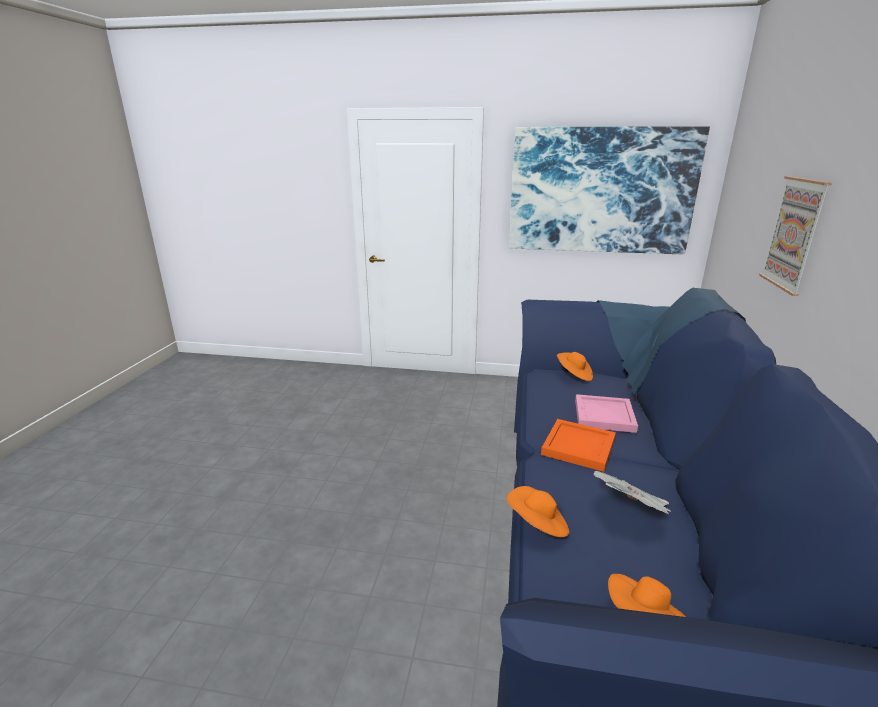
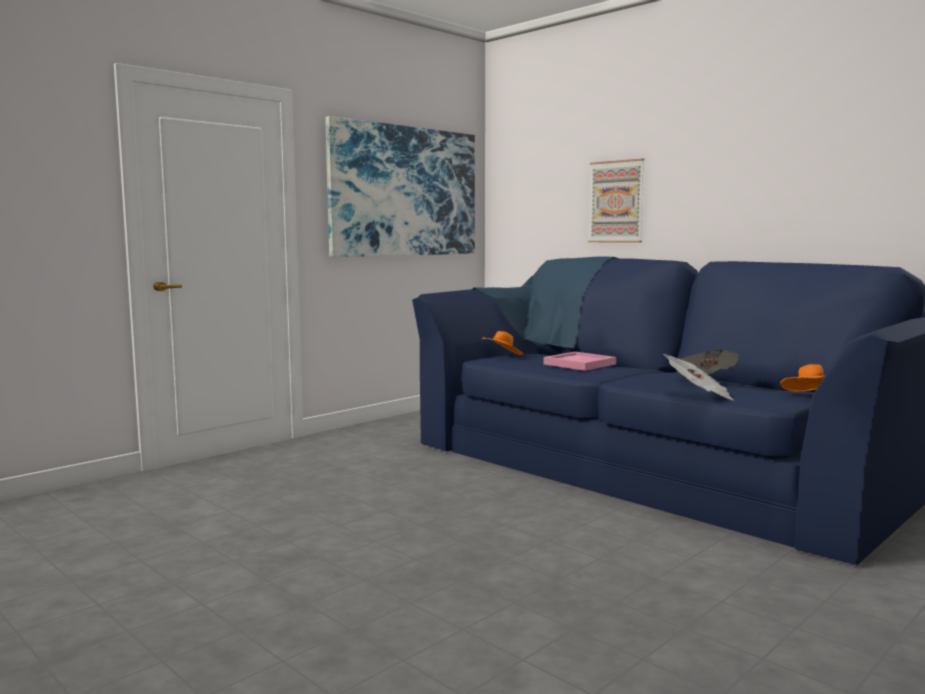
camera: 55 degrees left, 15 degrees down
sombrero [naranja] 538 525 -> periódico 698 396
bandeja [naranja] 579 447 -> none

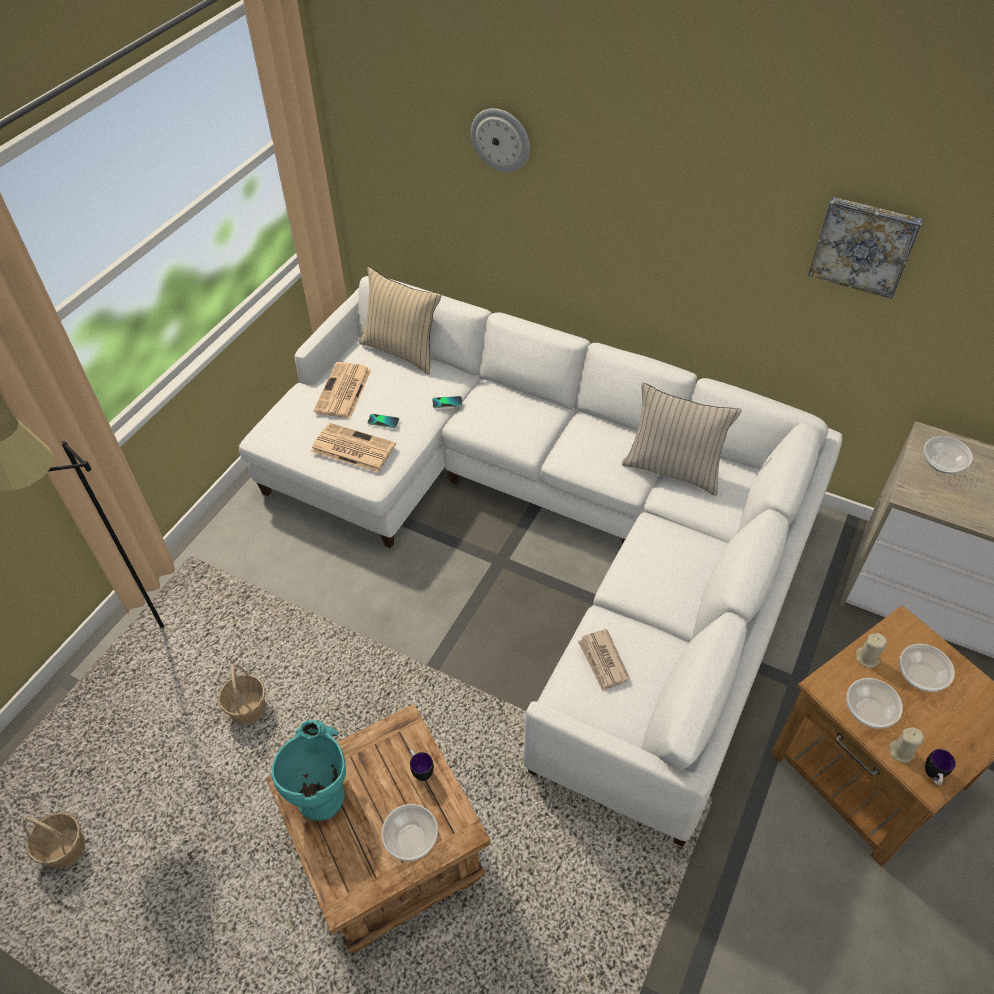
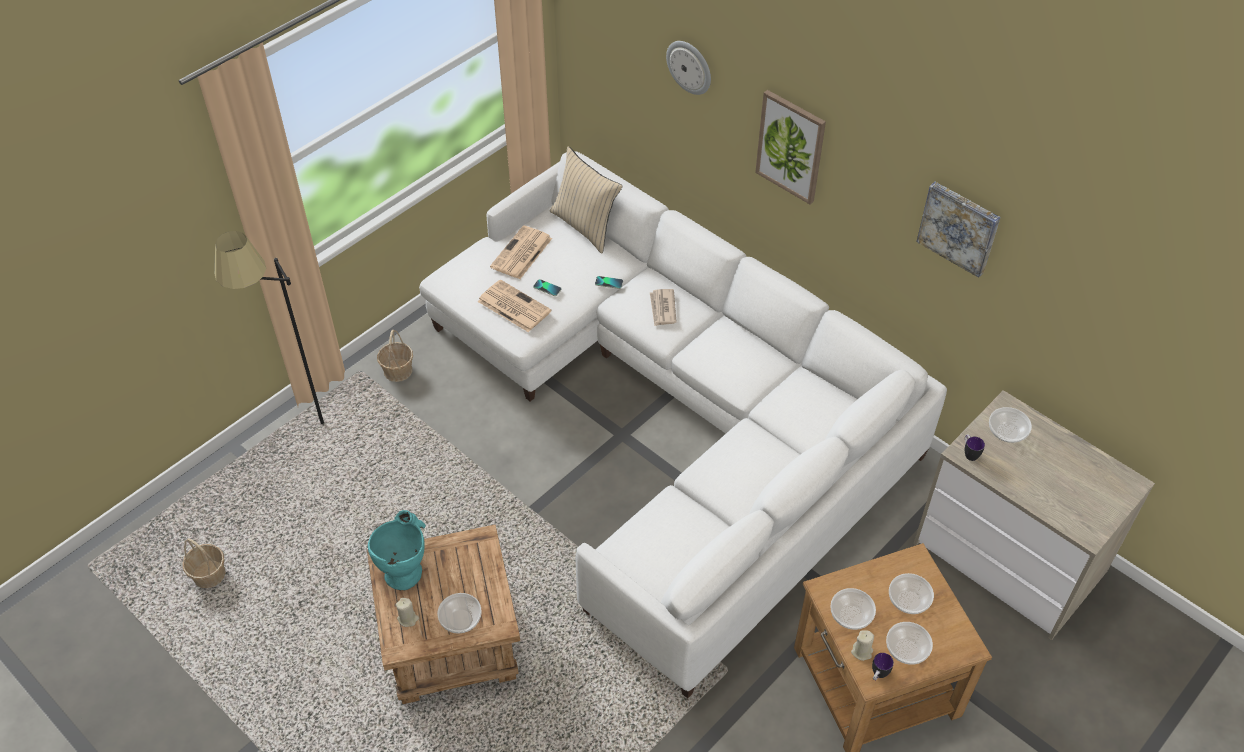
camera: 15 degrees right, 0 degrees up
cesta 248 709 -> cesta 397 371, moved
taza grande 420 770 -> taza grande 969 453, moved
periódico 603 661 -> periódico 662 309, moved
cojín [beis] 673 469 -> none
vela [beis] 867 658 -> vela [beis] 408 619, moved
none -> cuadro 791 146
none -> cuenco 906 650

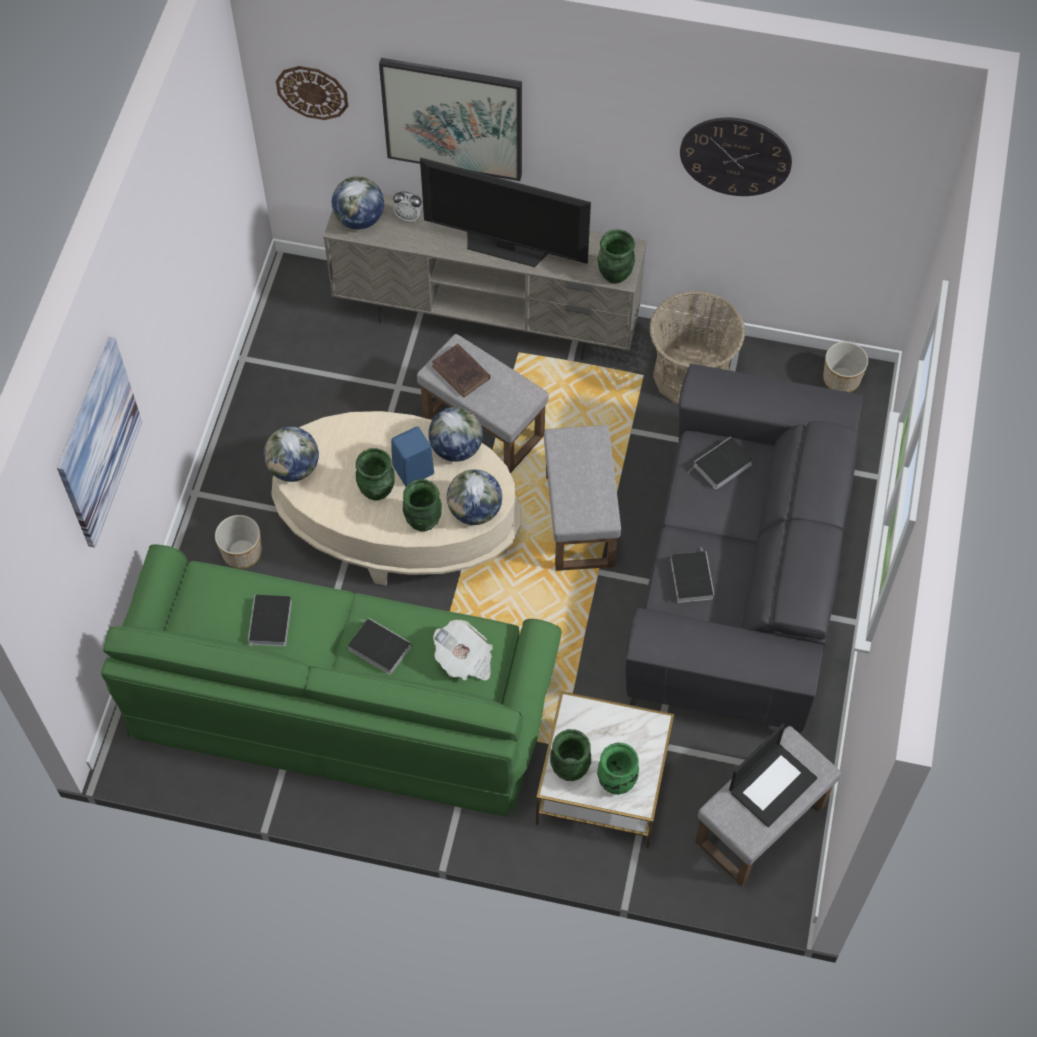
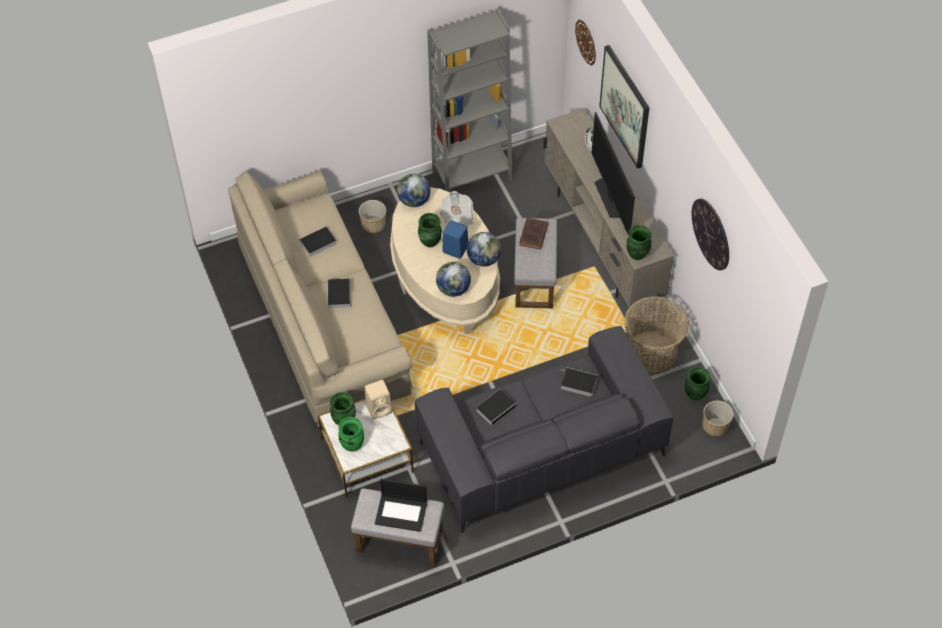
camera: 55 degrees right, 5 degrees down
cuadro 98 443 -> none
sofá [verde] 340 702 -> sofá [beis] 323 316
globo terráqueo 359 219 -> none
florero [verde] 422 521 -> florero [verde] 695 394, moved
periódico 465 659 -> periódico 457 218, moved
puf [gris] 581 520 -> none
none -> altavoz [beis] 379 408
none -> estantería [gris] 472 175

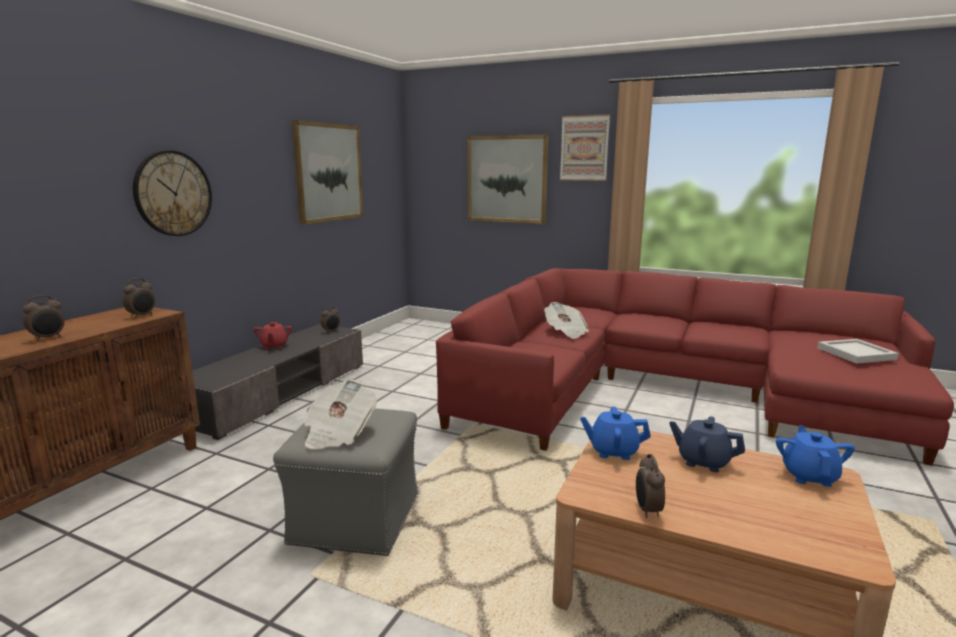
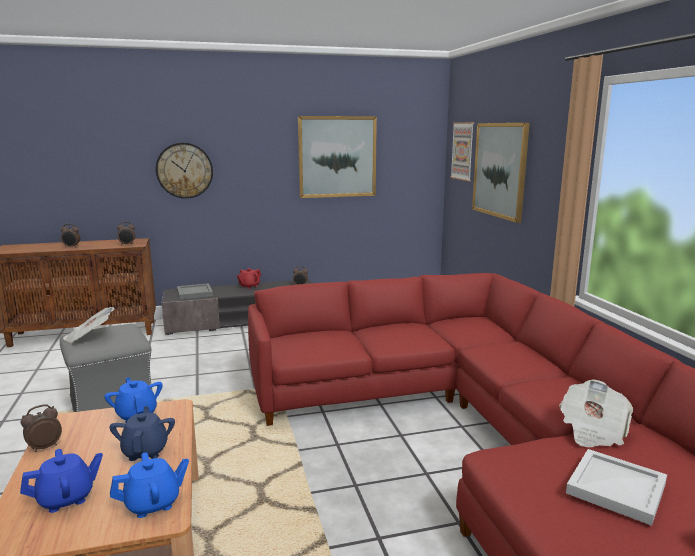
camera: 50 degrees right, 0 degrees up
periódico 566 332 -> periódico 592 431, moved
cuadro 584 148 -> cuadro 462 151, moved
none -> tetera [azul] 66 498
none -> bandeja [gris] 195 293

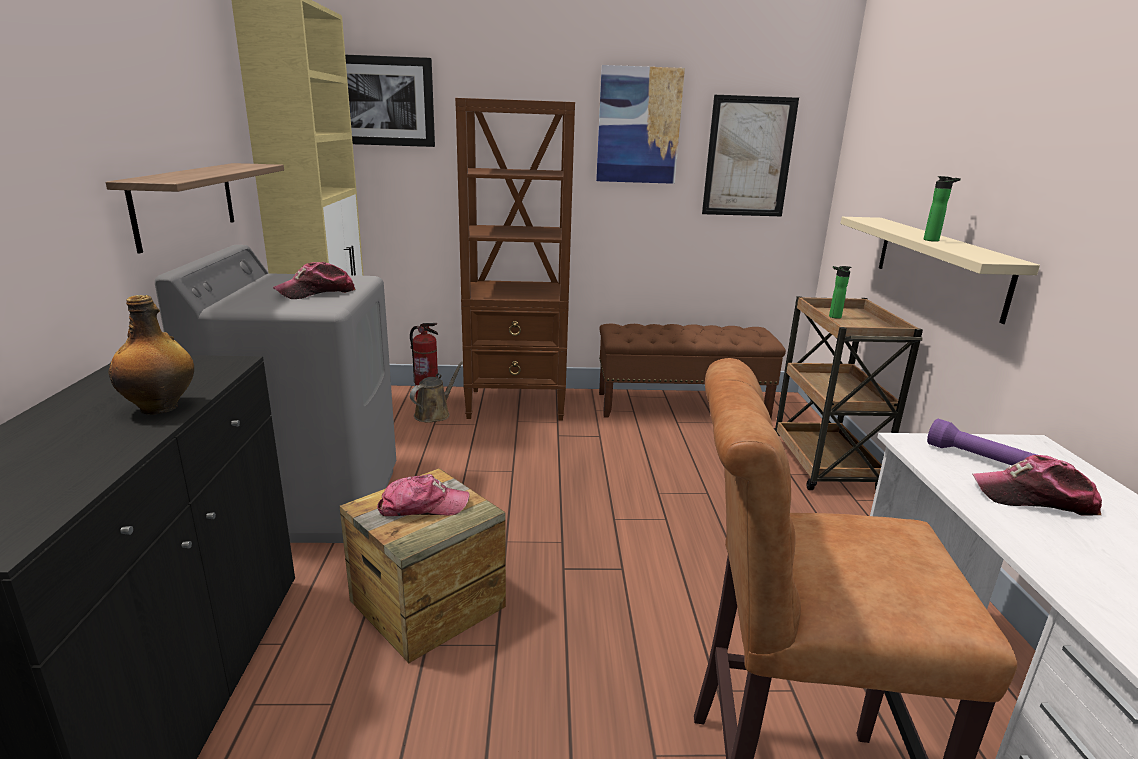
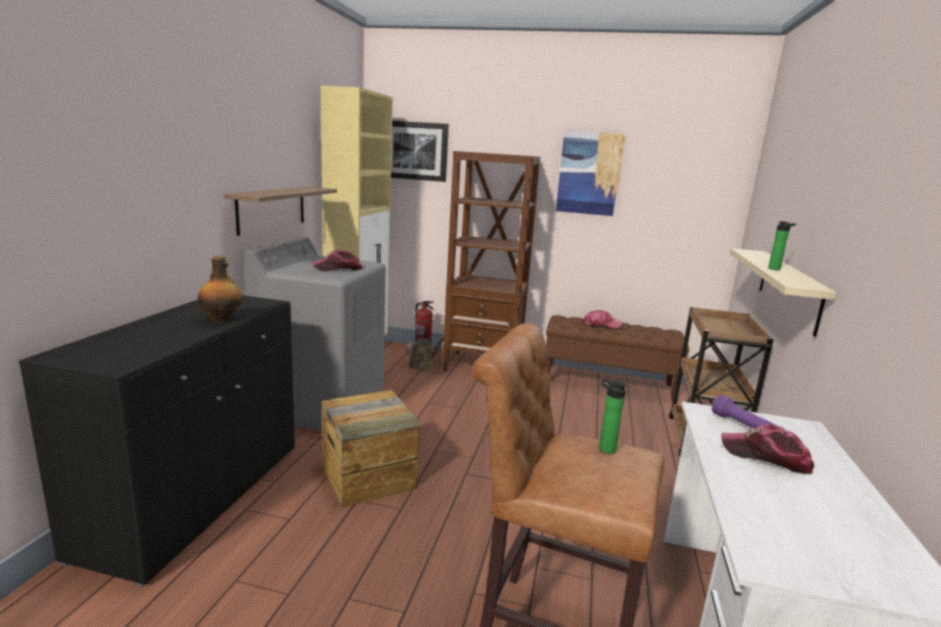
camera: 15 degrees right, 5 degrees down
gorra 423 506 -> gorra 601 324, moved
cuadro 748 157 -> none
botella 833 316 -> botella 604 448, moved

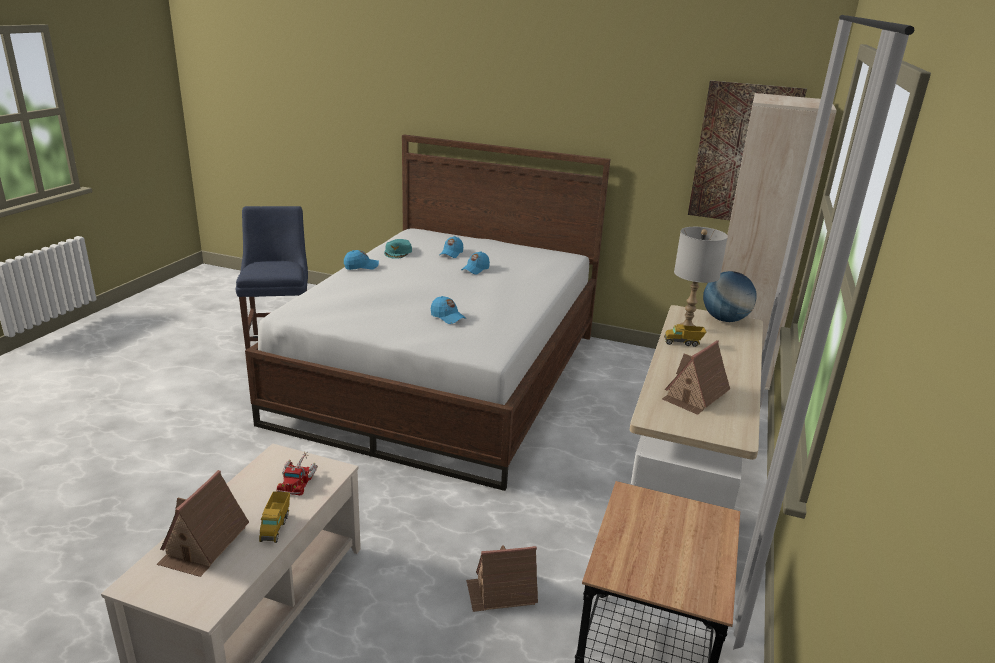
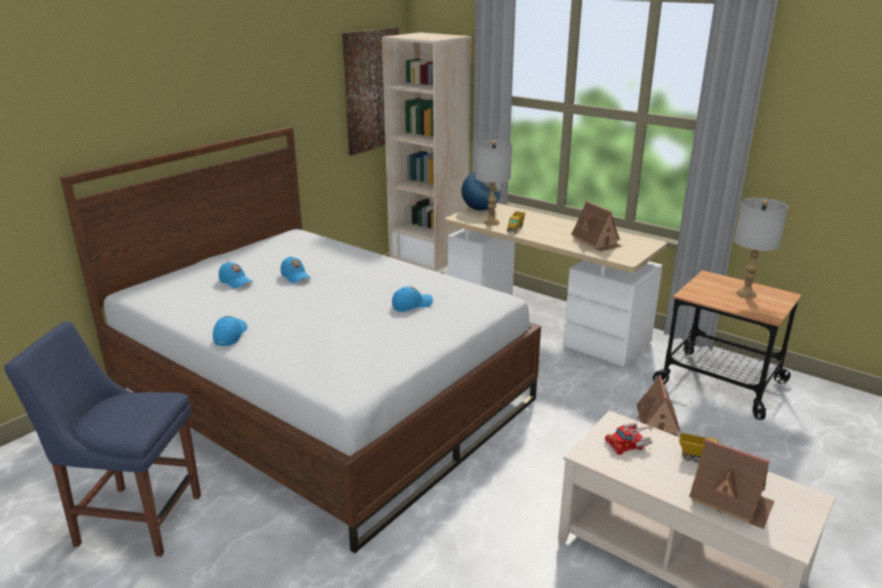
camera: 70 degrees left, 0 degrees up
camión de juguete 298 480 -> camión de juguete 630 443, 135 degrees clockwise
gorra [turquesa] 398 252 -> none
none -> lámpara de mesa [gris] 746 294

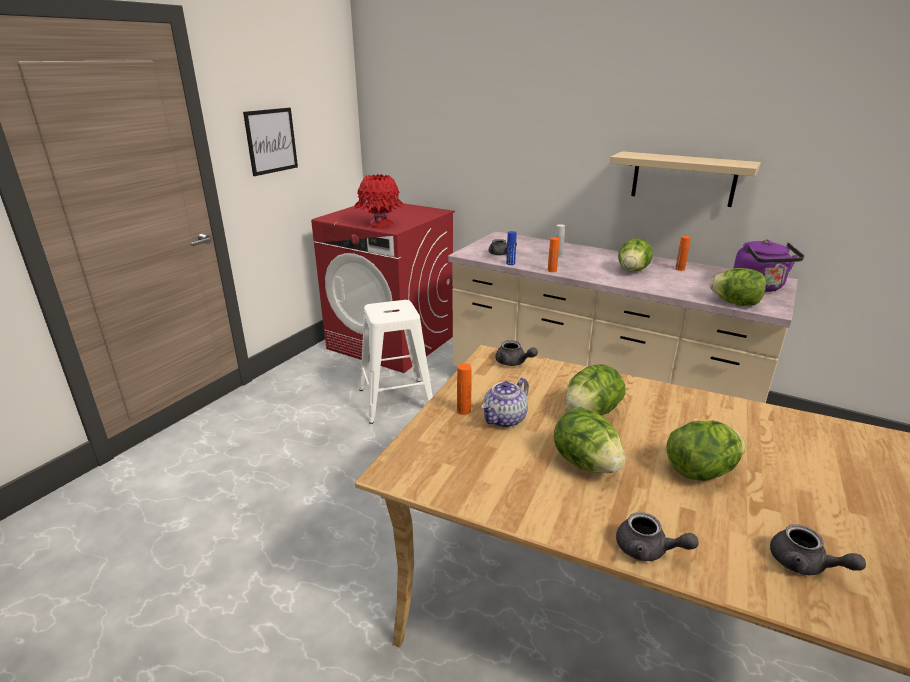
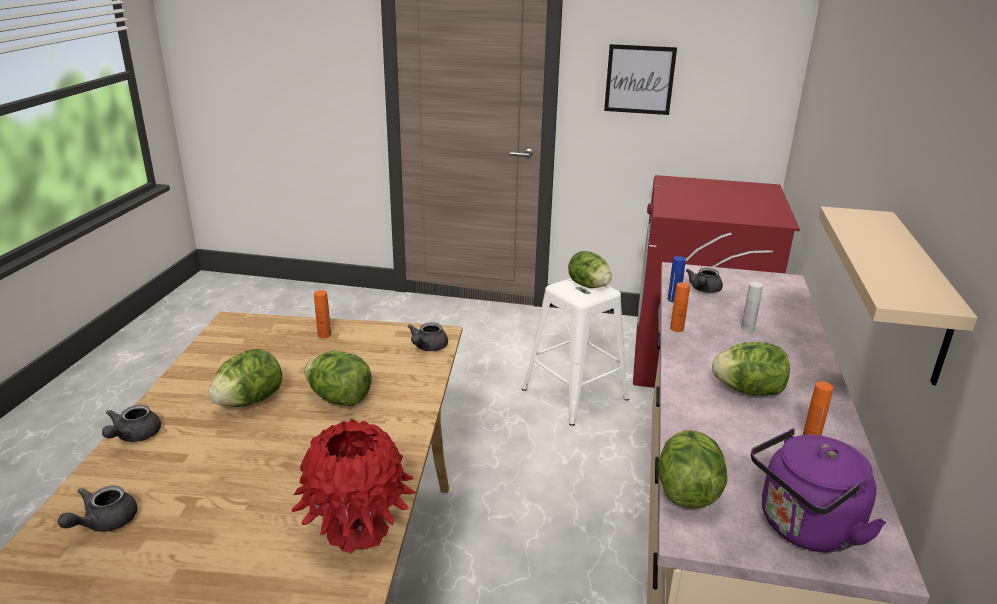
camera: 70 degrees right, 0 degrees up
florero [rojo] 380 224 -> florero [rojo] 356 530, moved
tetera 505 419 -> none
lechuga 700 471 -> lechuga 588 286, moved

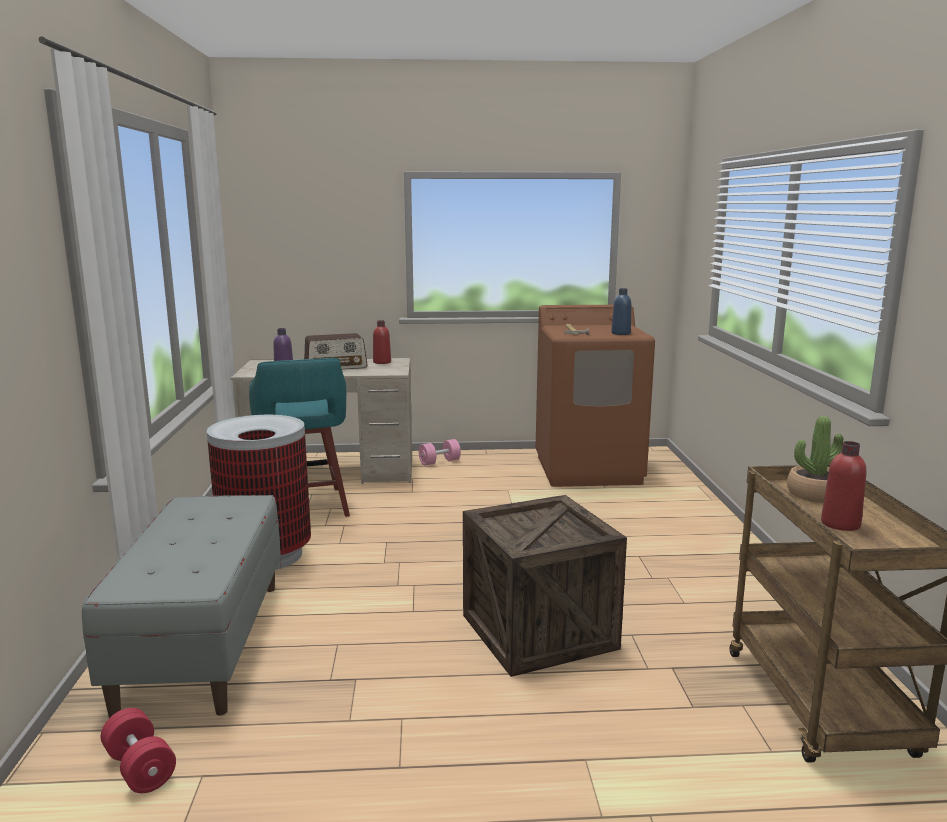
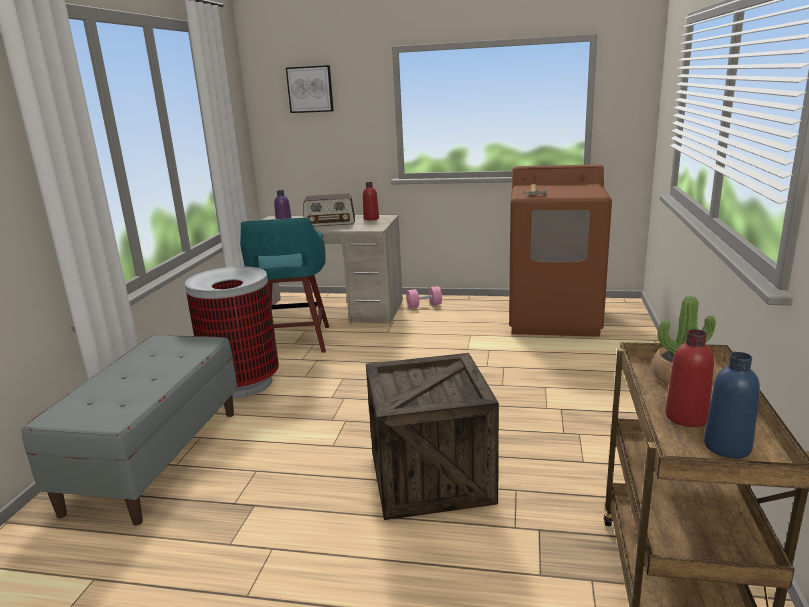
camera: 15 degrees right, 5 degrees up
mancuerna [rojo] 140 768 -> none
botella [azul] 621 333 -> botella [azul] 727 447, moved
none -> cuadro 310 89

